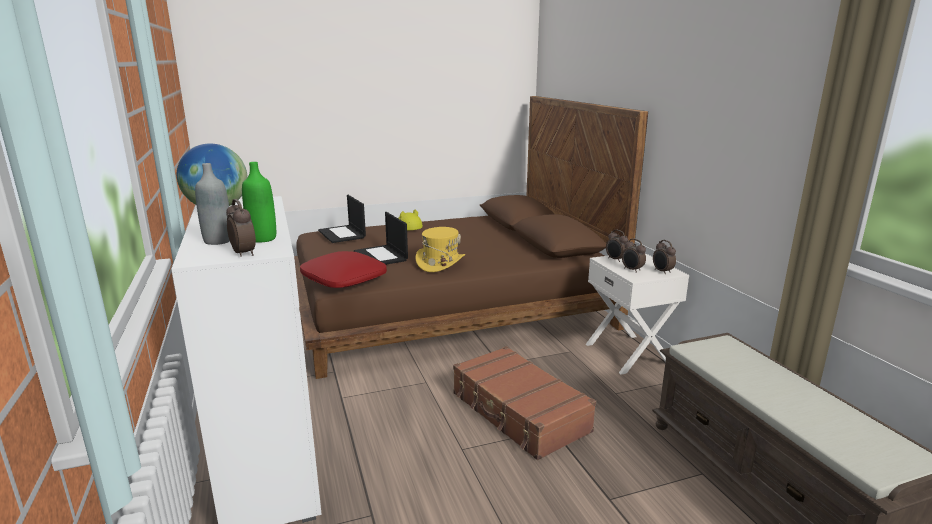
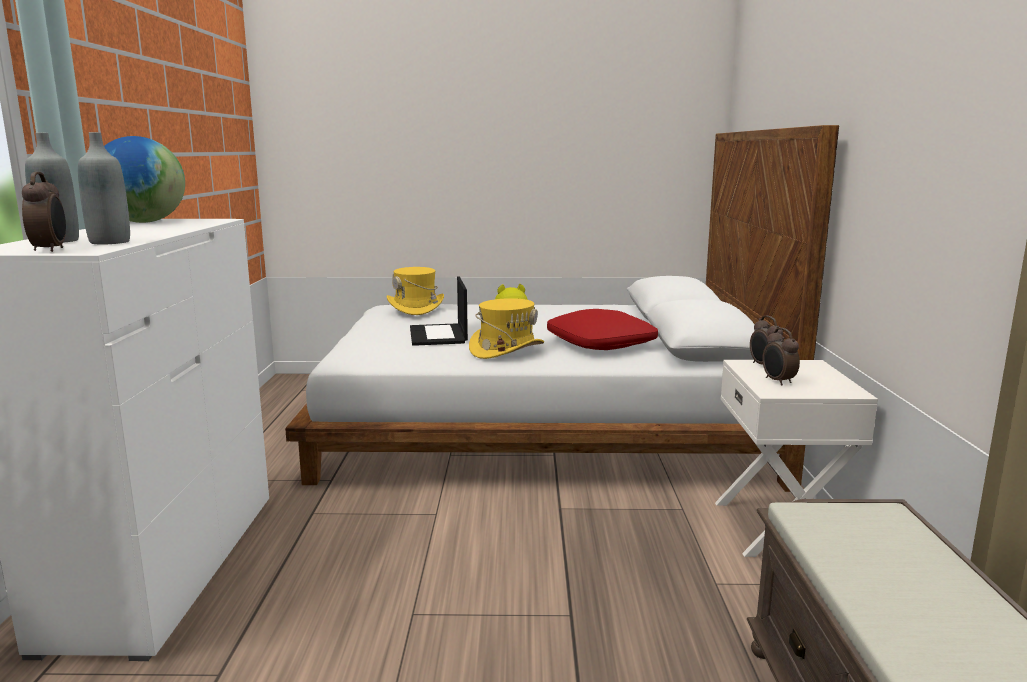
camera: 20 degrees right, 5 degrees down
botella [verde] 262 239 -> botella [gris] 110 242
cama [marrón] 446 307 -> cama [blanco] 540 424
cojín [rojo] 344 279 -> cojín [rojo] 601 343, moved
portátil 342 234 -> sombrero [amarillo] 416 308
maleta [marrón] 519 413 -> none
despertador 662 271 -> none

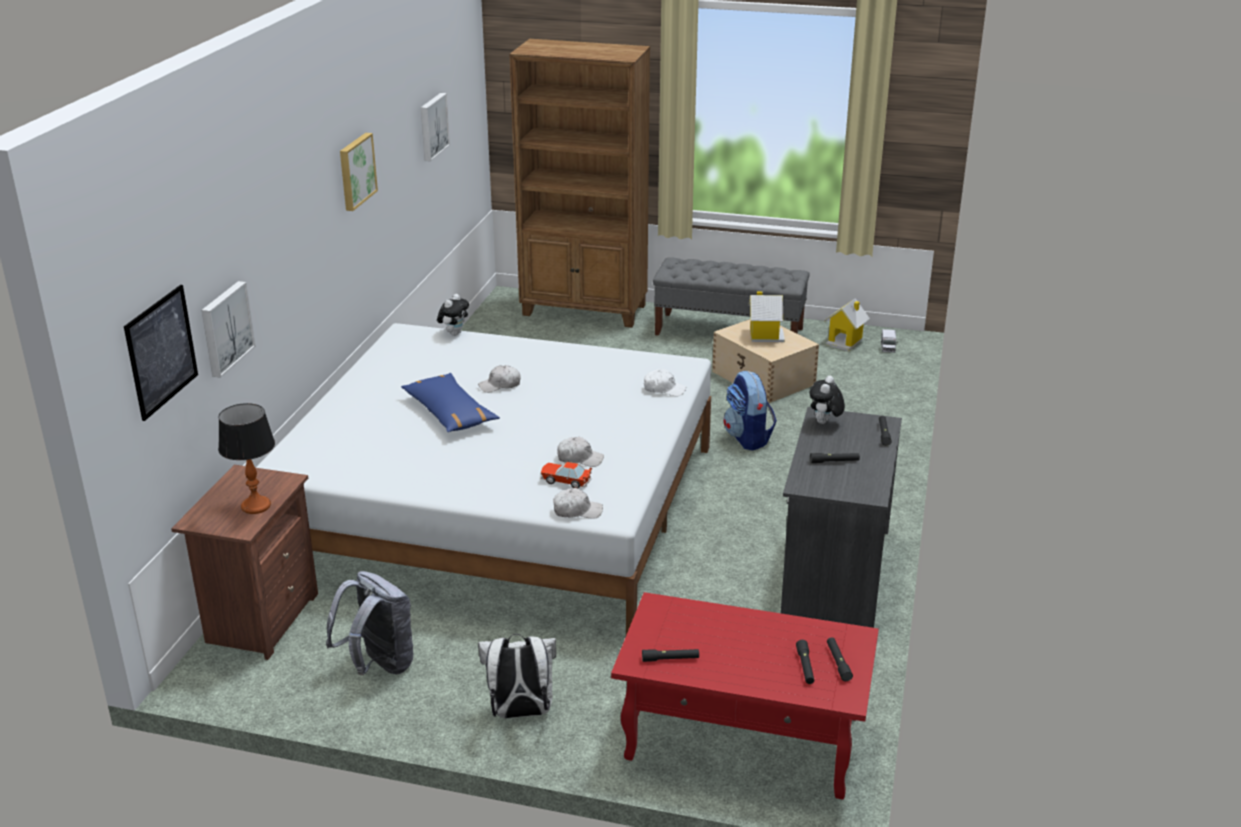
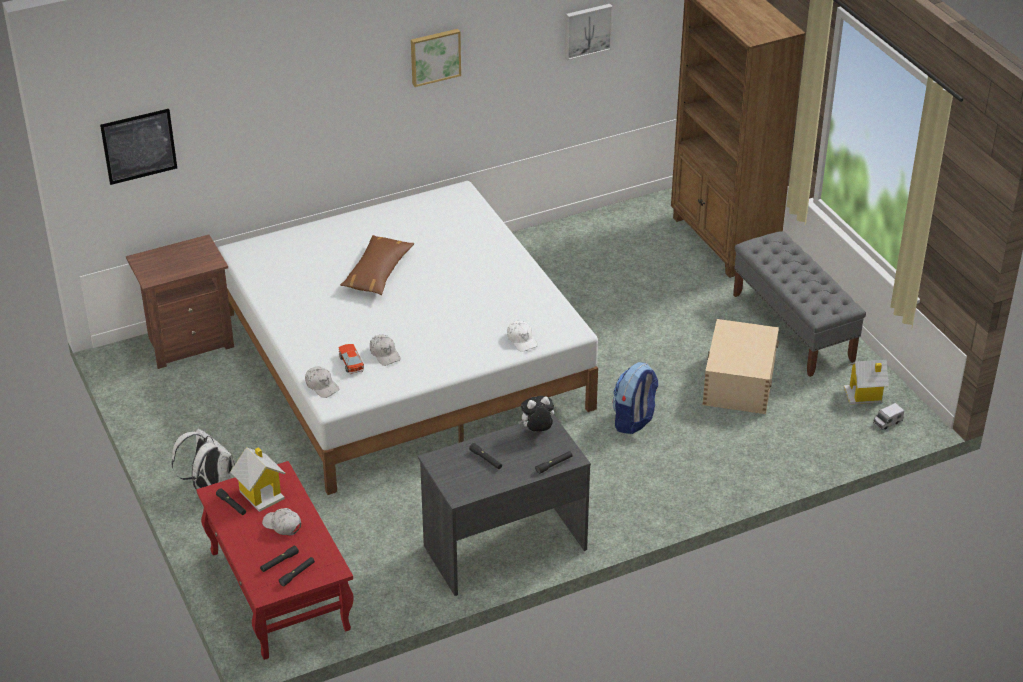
camera: 50 degrees right, 10 degrees up
cuadro 225 328 -> none
lámpara de mesa 256 506 -> none
mochila [gris] 378 665 -> none
cojín [azul] 449 413 -> cojín [marrón] 377 272
peluche 454 333 -> none
gorra [blanco] 500 385 -> gorra [blanco] 282 525, moved
casita 765 335 -> casita 261 493, moved

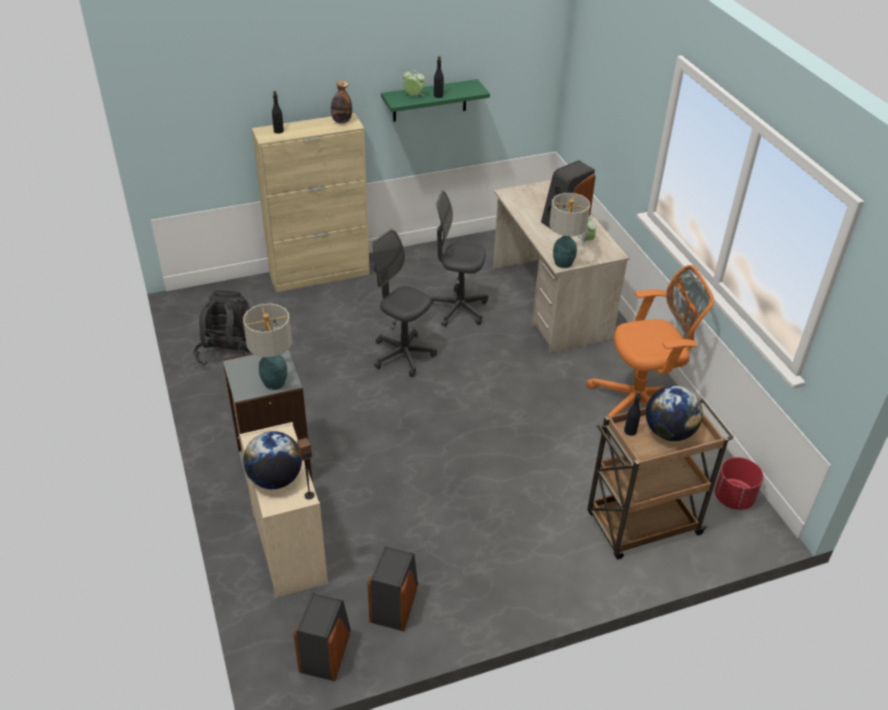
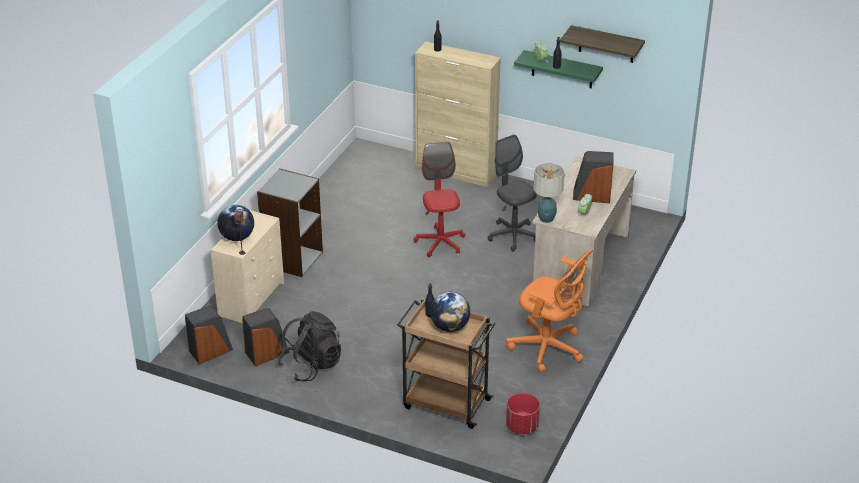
camera: 45 degrees right, 5 degrees down
mochila [negro] 230 351 -> mochila [negro] 311 365, moved
lámpara de mesa 275 382 -> none
botella 341 121 -> none
silla de oficina [gris] 403 355 -> silla de oficina [rojo] 440 243
none -> estante 606 44

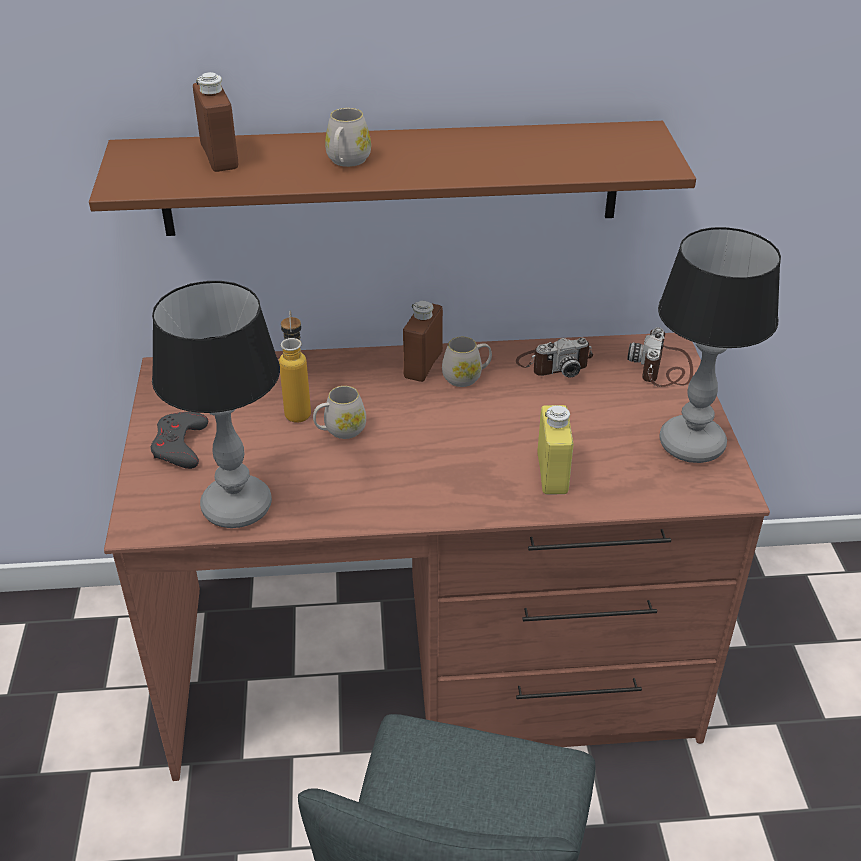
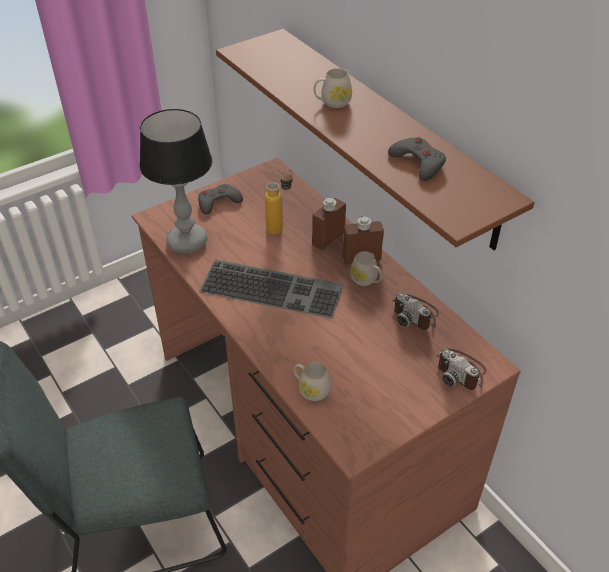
camera: 60 degrees right, 5 degrees up
botella [marrón] 219 157 -> botella [marrón] 328 238, moved
taza grande [blanco] 340 430 -> taza grande [blanco] 310 389, moved
botella [amarillo] 552 474 -> none
cámara 664 369 -> cámara 461 371, 120 degrees counterclockwise
lámpara de mesa 691 445 -> none
none -> teclado 273 287
none -> mando de consola [gris] 418 162

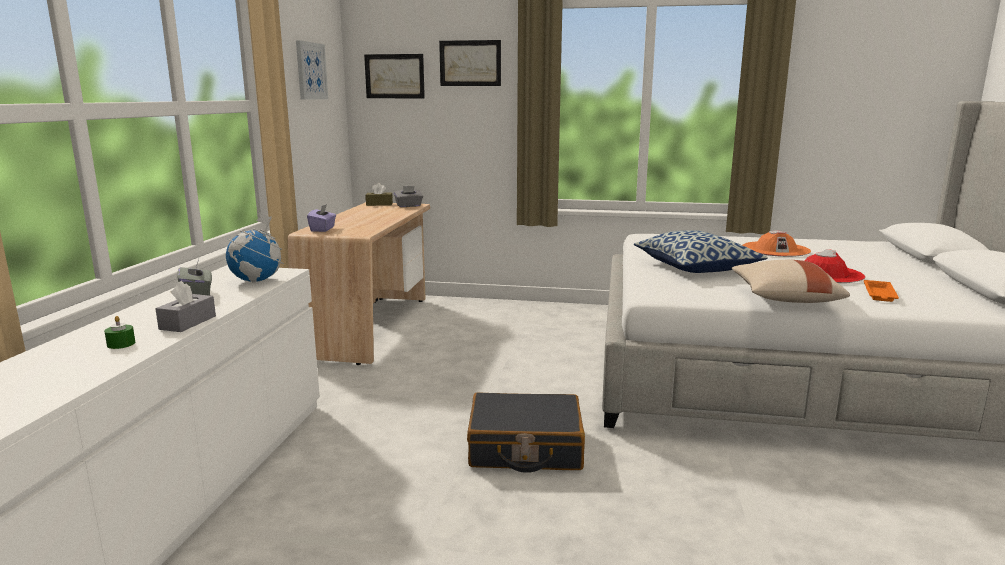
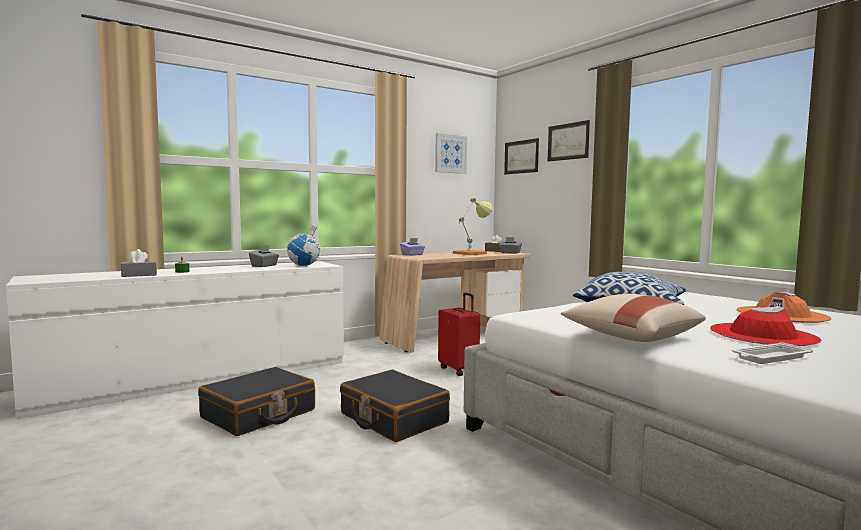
camera: 45 degrees right, 10 degrees down
caja de pañuelos [gris] 188 322 -> caja de pañuelos [gris] 139 275, moved
bandeja [naranja] 879 294 -> bandeja [blanco] 770 358
none -> maleta [negro] 259 414
none -> maleta [rojo] 459 370
none -> lámpara de mesa 472 253

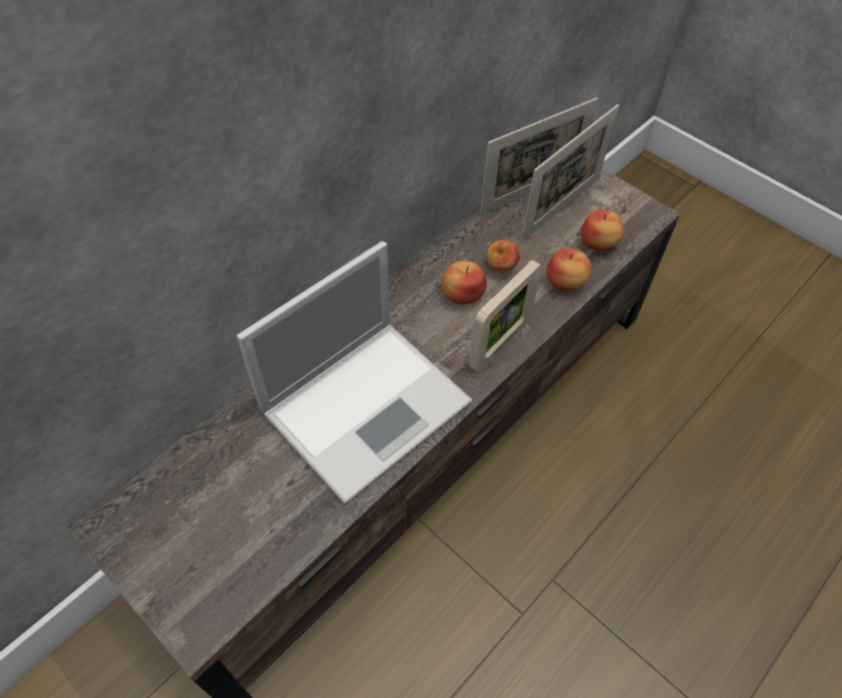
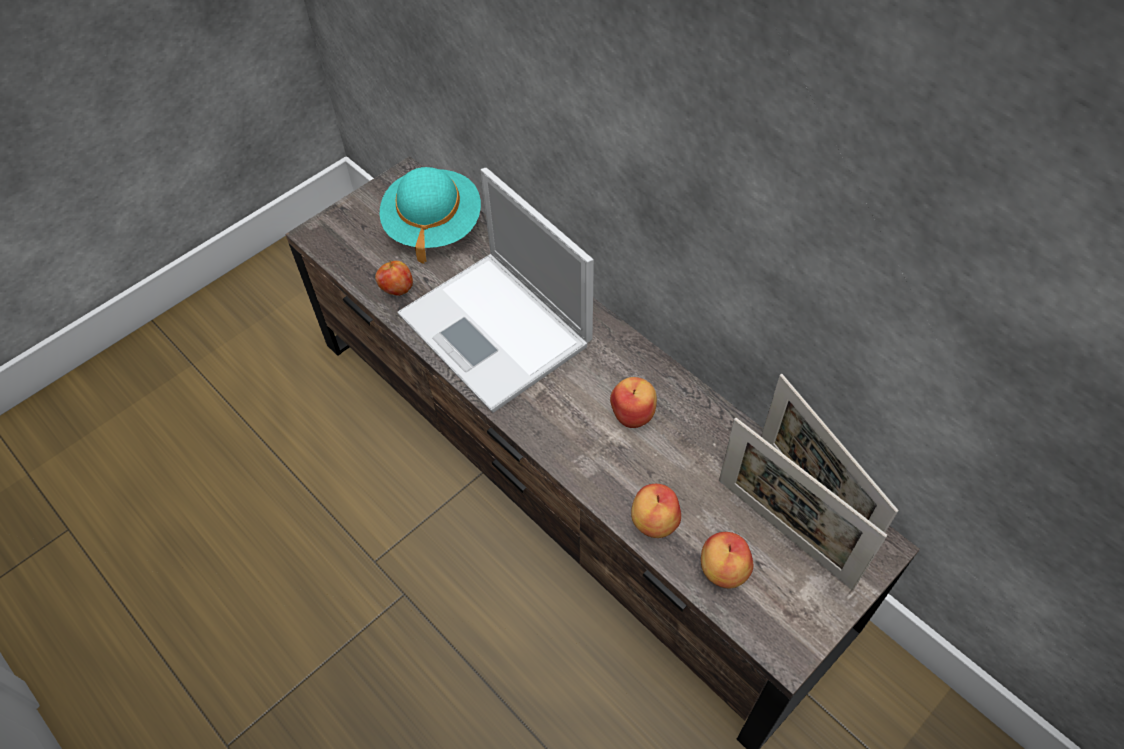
camera: 95 degrees right, 0 degrees up
portarretratos 500 344 -> none
manzana 501 267 -> manzana 397 289, moved
none -> sombrero [turquesa] 433 225

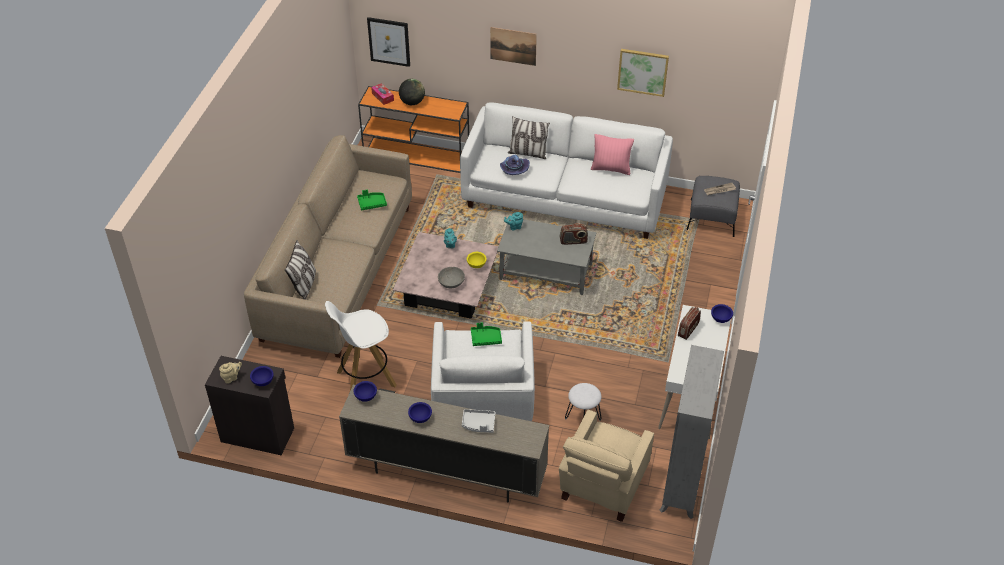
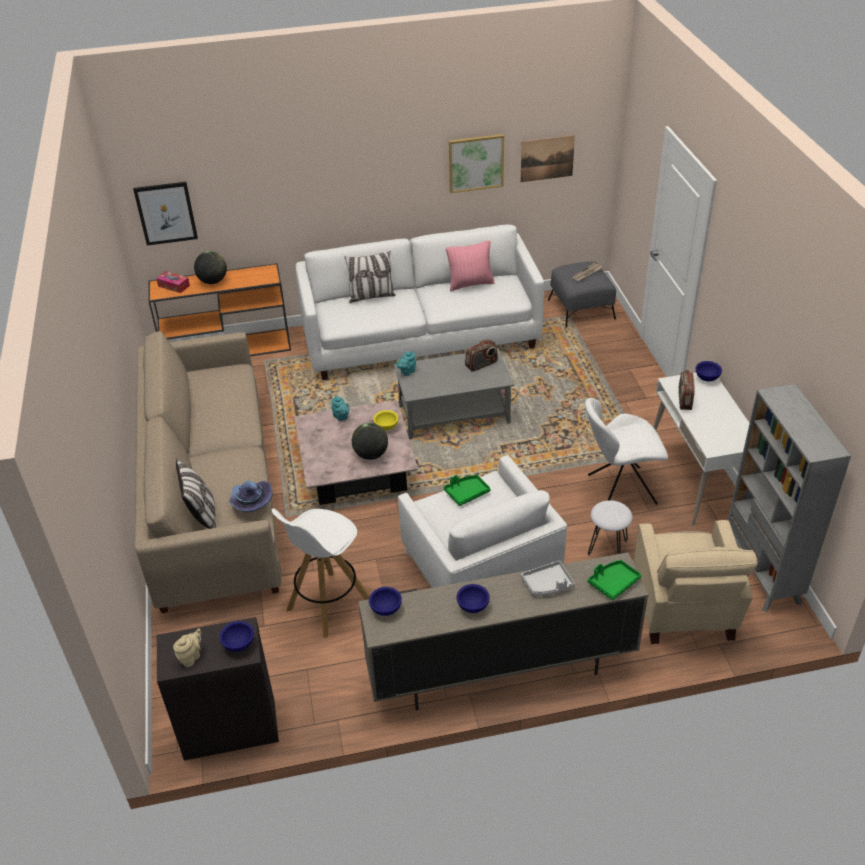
camera: 25 degrees left, 5 degrees down
bandeja [verde] 372 203 -> bandeja [verde] 613 583, moved
cuenco [gris] 451 282 -> globo terráqueo 371 455
cuadro 513 46 -> cuadro 547 158, moved
sombrero [morado] 513 169 -> sombrero [morado] 250 502, moved
none -> silla [blanco] 619 490

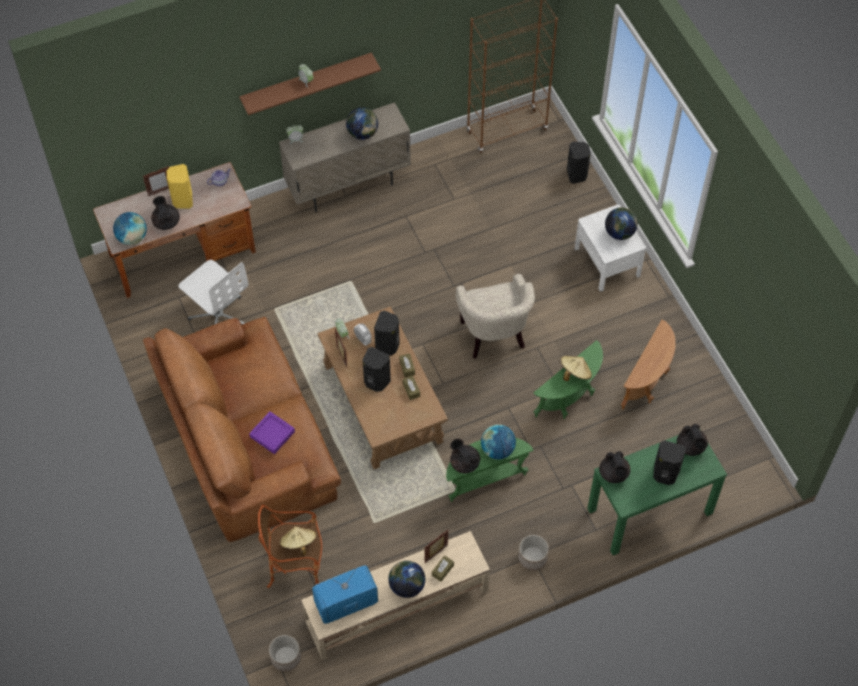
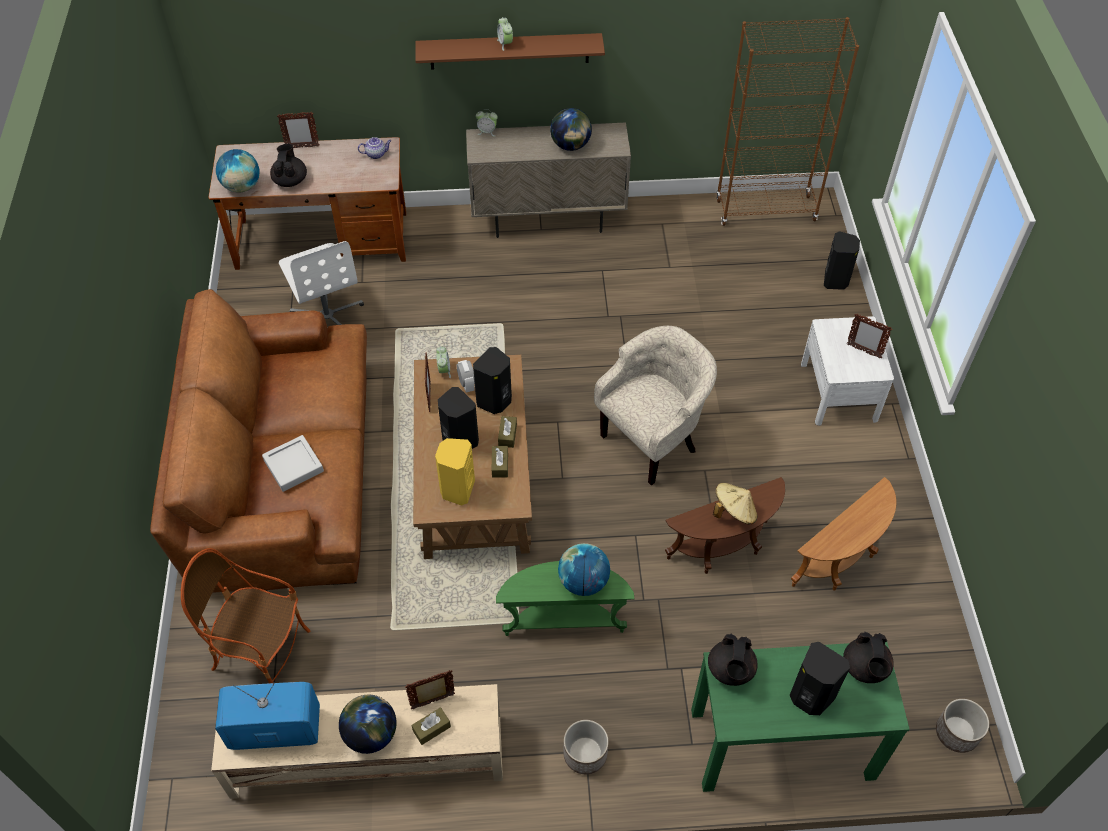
camera: 20 degrees right, 5 degrees down
altavoz [amarillo] 182 200 -> altavoz [amarillo] 457 489, moved
bandeja [morado] 272 434 -> bandeja [gris] 293 466
maceta 286 658 -> maceta 957 733, moved
sombrero [beis] 298 544 -> none
tetera [negro] 464 463 -> none
sillón [beis] 494 337 -> sillón [beis] 653 441, 135 degrees counterclockwise
mesa auxiliar [verde] 570 399 -> mesa auxiliar [marrón] 723 550
globo terráqueo 619 233 -> portarretratos 863 351

